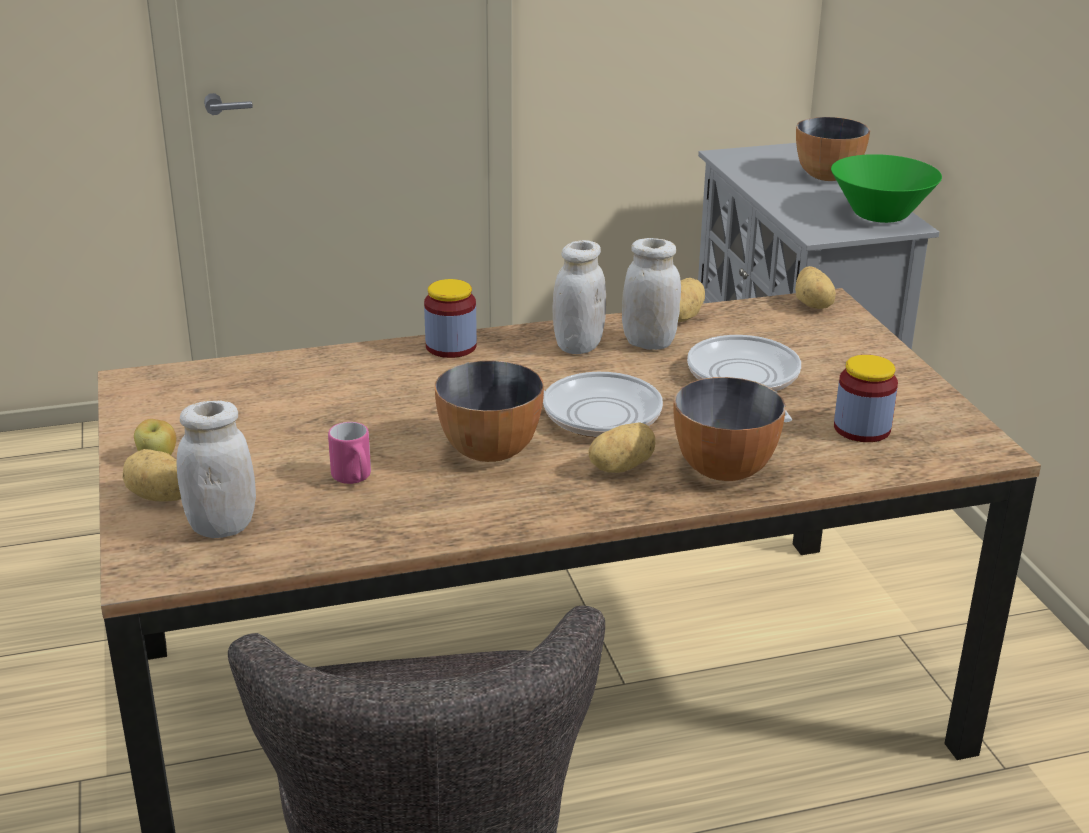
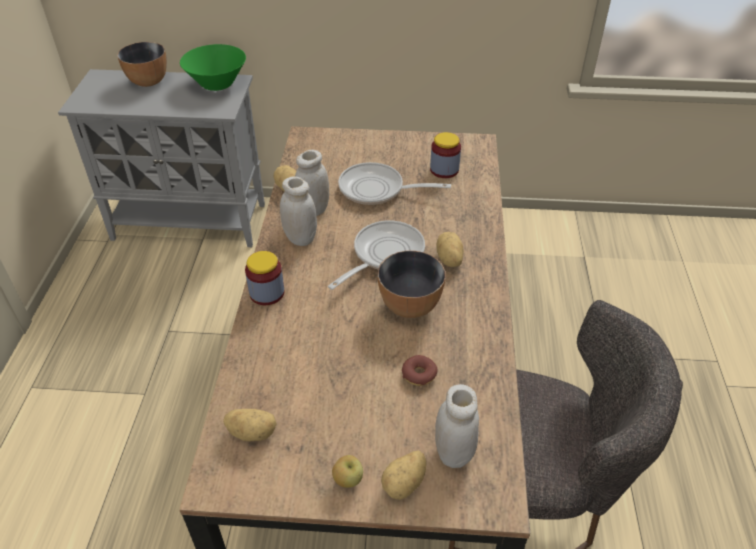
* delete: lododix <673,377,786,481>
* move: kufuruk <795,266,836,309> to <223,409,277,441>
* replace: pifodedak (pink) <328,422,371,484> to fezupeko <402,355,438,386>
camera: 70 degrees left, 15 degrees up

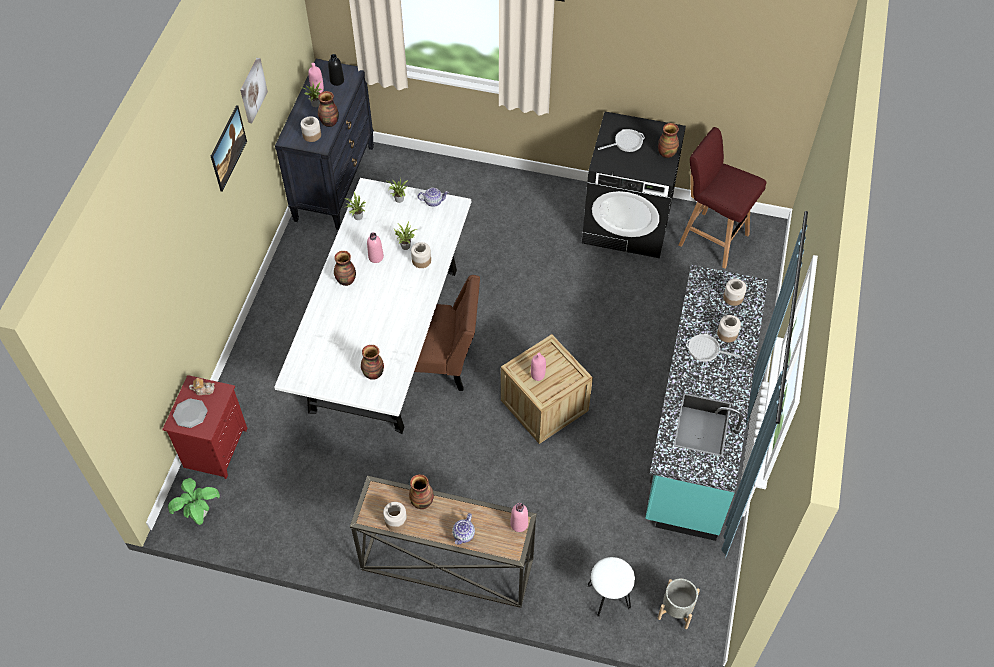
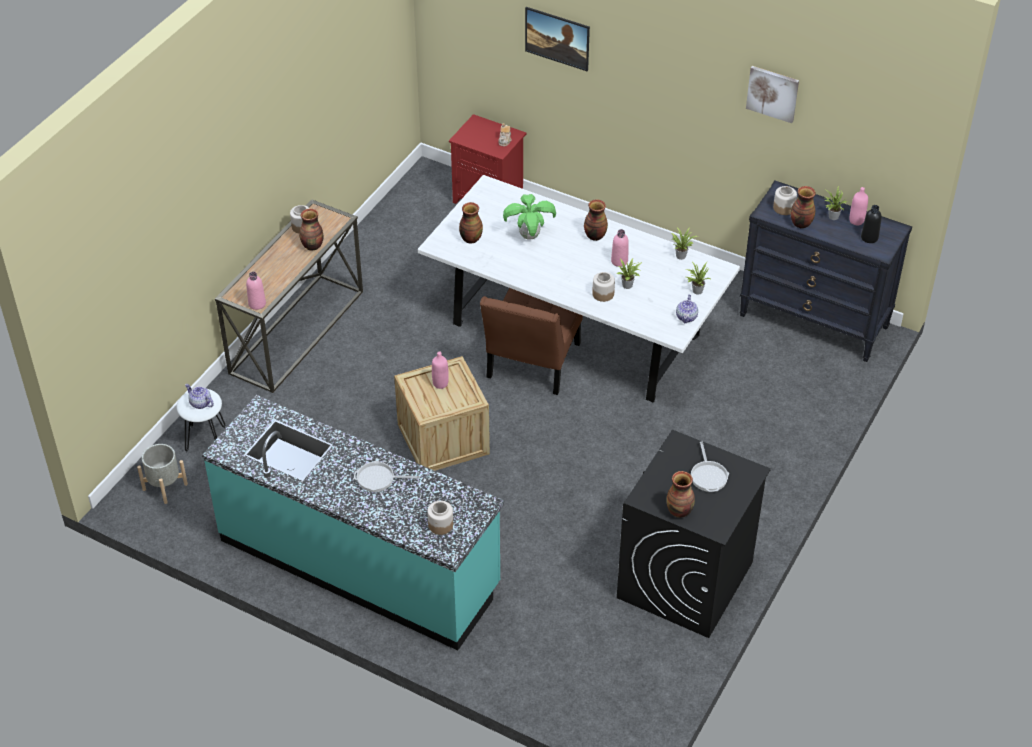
* delete: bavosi <173,398,208,428>
* delete: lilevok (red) <679,127,766,269>
* delete: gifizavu <717,315,741,342>
* move: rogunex <168,478,220,525> to <503,194,556,240>
* move: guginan <211,105,247,192> to <525,7,590,71>
* move: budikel <452,513,475,545> to <185,384,214,409>
* rotate: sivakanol <686,334,741,362> = <354,461,420,492> 120 degrees counterclockwise
camera: 105 degrees right, 10 degrees down

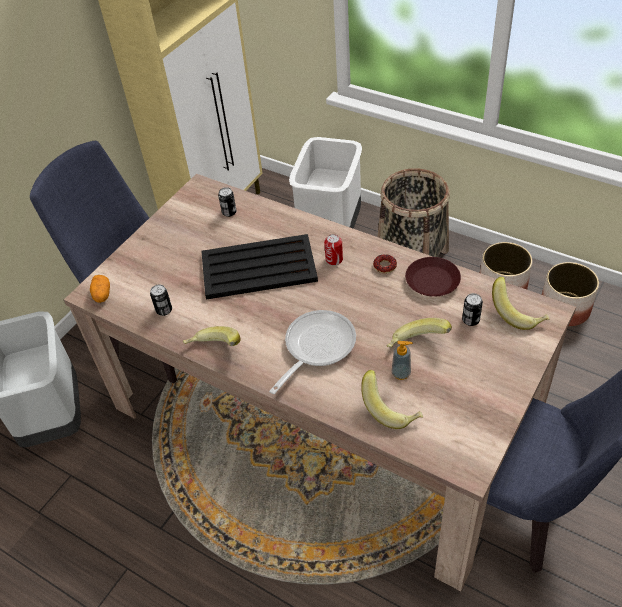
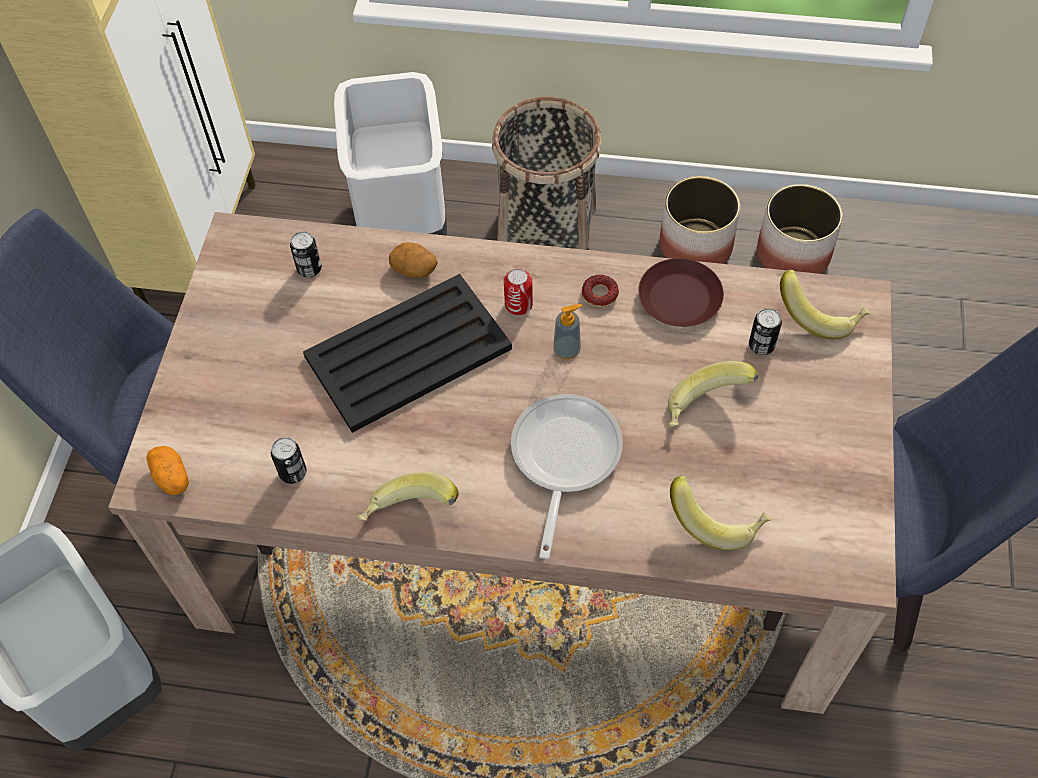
* insert: kufuruk <389,242,437,278>
* move: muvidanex <392,341,413,380> to <553,304,582,359>
camera: 25 degrees left, 10 degrees up

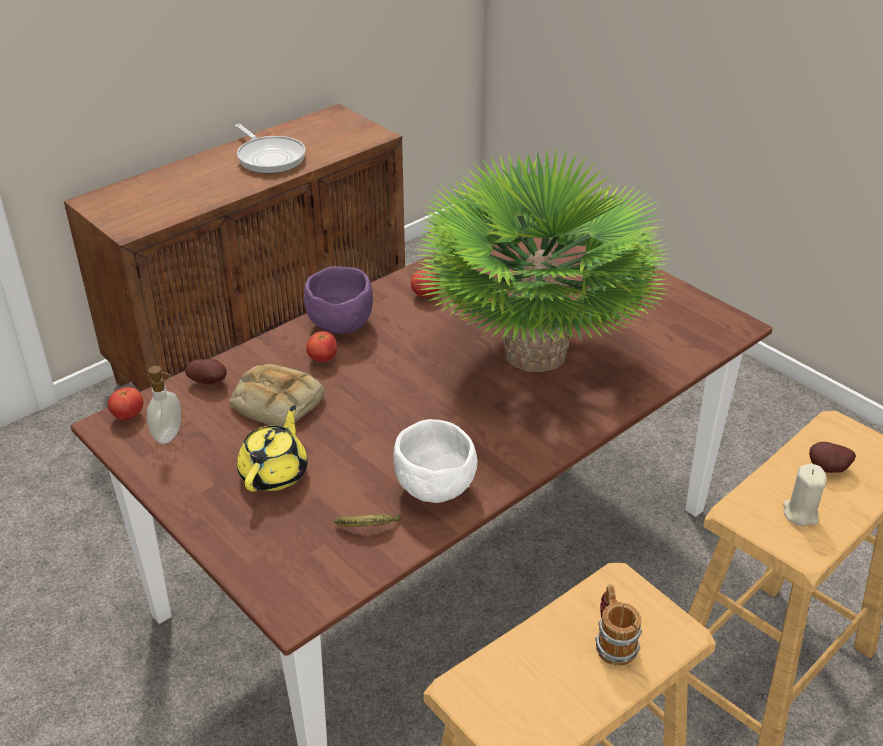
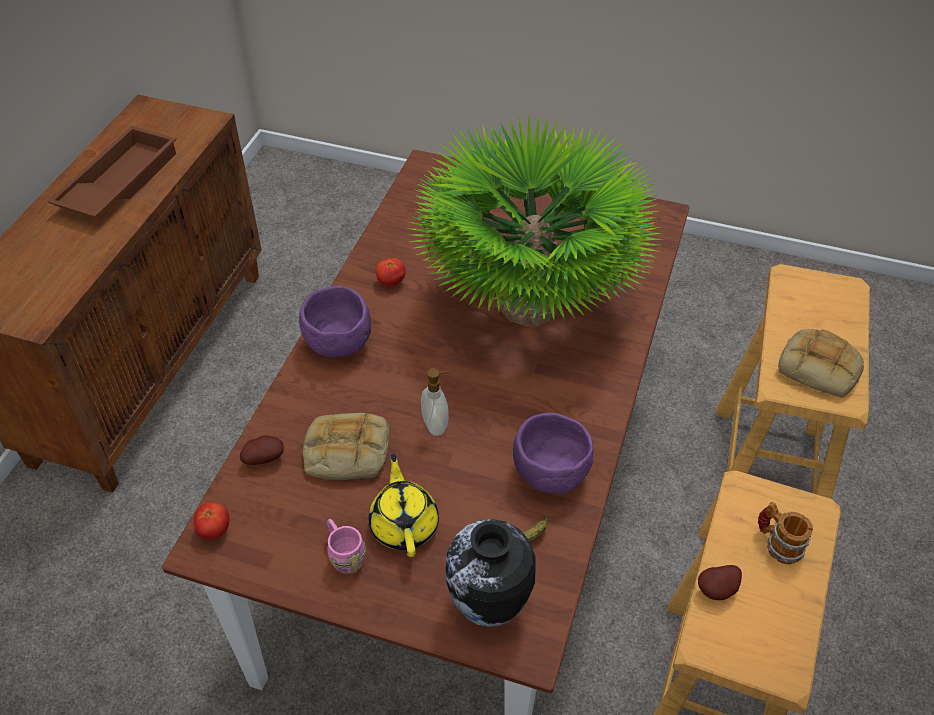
* delete: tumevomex <306,331,337,362>
* insert: pifodedak (pink) <327,519,366,574>
* insert: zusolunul <445,519,536,627>
* move: muvidanex <147,366,181,444> to <421,368,449,436>
* move: kufuruk <809,442,856,473> to <698,565,742,600>
* replace: sivakanol <235,124,305,173> to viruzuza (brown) <48,126,177,218>
* replace: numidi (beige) <783,464,827,526> to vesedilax <778,329,864,398>
* recolor: lododix (white) <393,419,478,503> to lododix (purple) <513,413,593,493>
camera: 30 degrees left, 10 degrees up

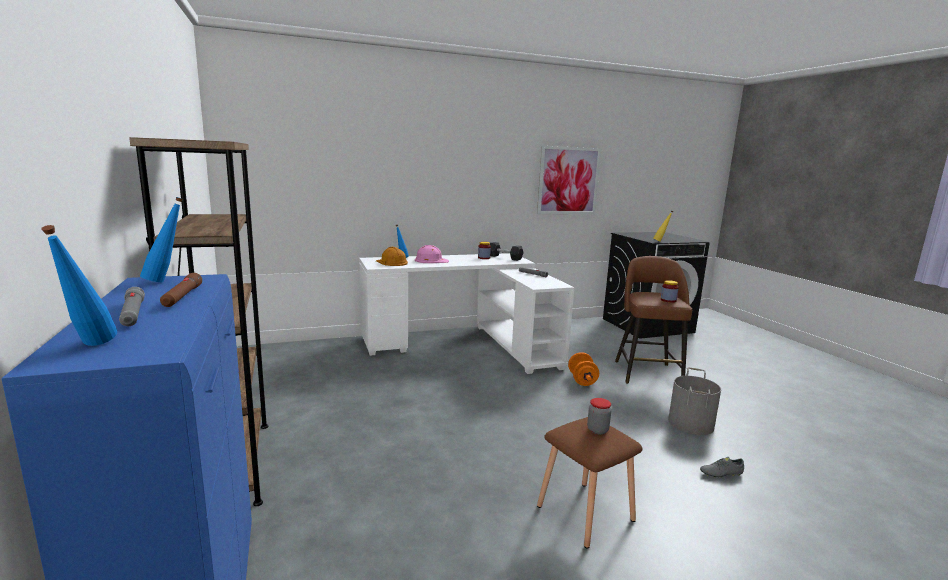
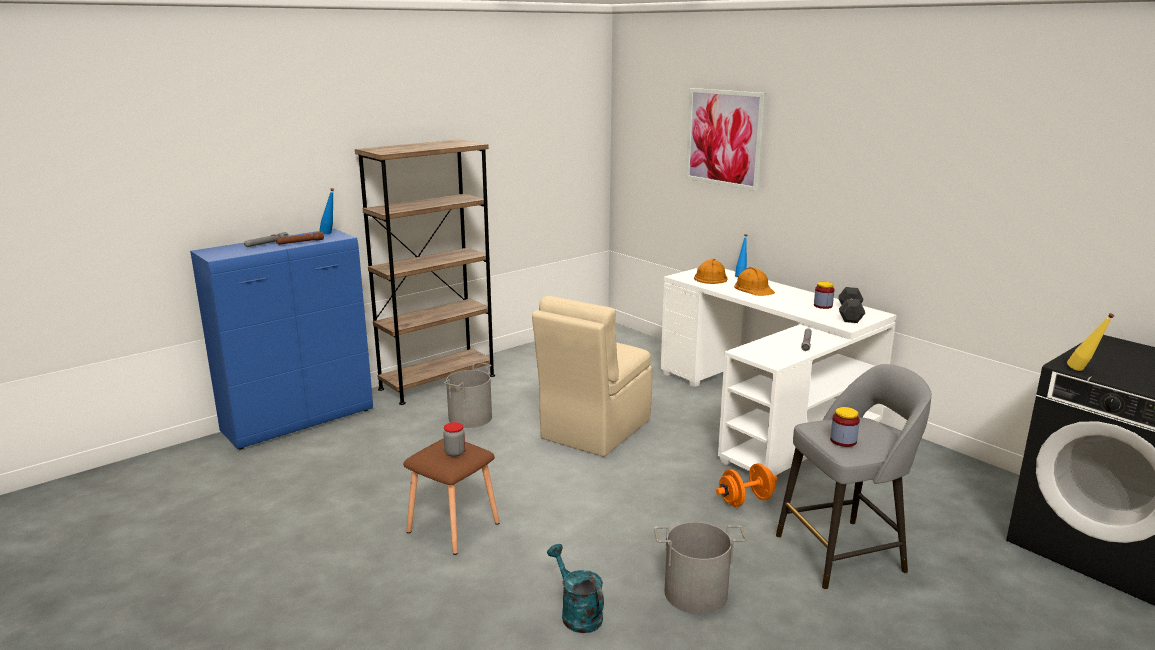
* delete: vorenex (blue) <41,225,117,346>
* insert: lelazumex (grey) <444,362,492,428>
* insert: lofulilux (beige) <532,296,652,457>
* move: guginan <537,146,601,214> to <686,88,765,191>
* replace: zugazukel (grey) <700,457,744,478> to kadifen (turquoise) <547,544,604,633>
* recolor: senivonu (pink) <415,245,449,263> to senivonu (orange) <734,267,775,296>
* recolor: lilevok (brown) <615,256,692,384> to lilevok (grey) <776,364,932,589>
camera: 70 degrees right, 5 degrees up

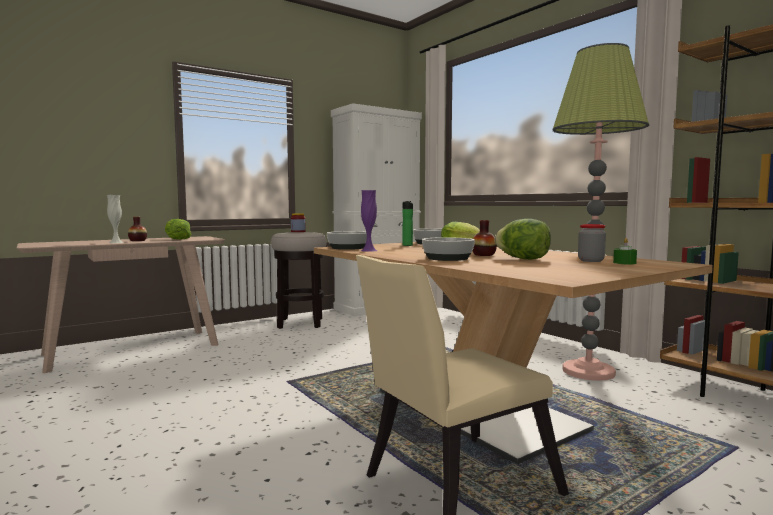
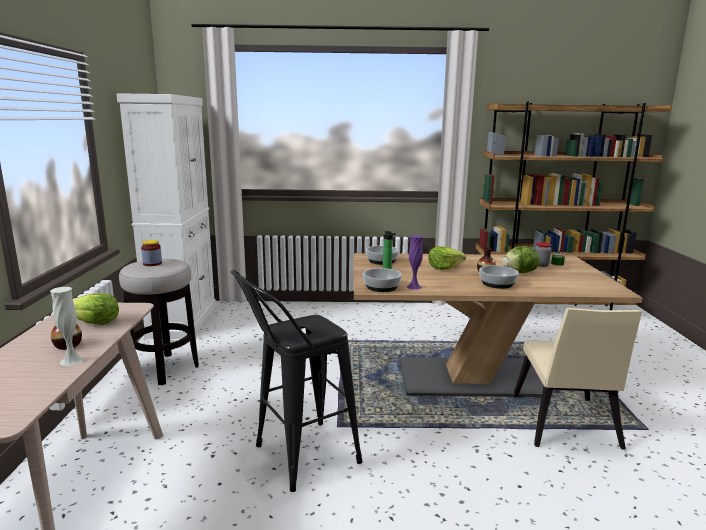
* delete: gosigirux <553,43,649,381>
* insert: lilevok (black) <231,270,362,492>
camera: 55 degrees left, 10 degrees up

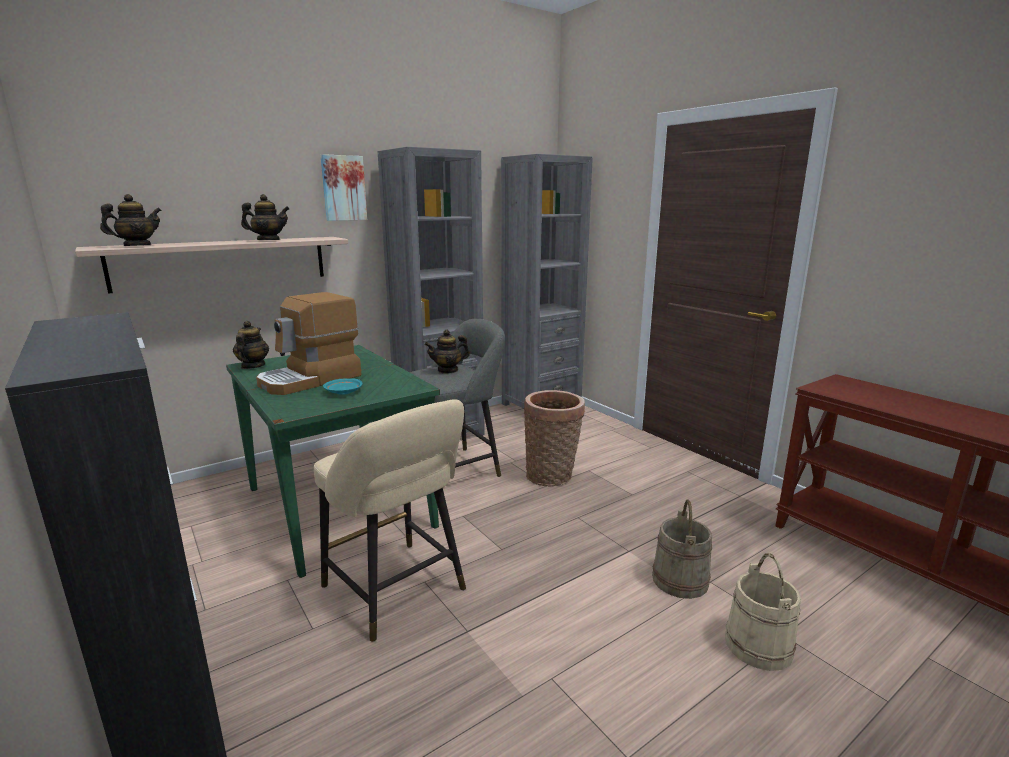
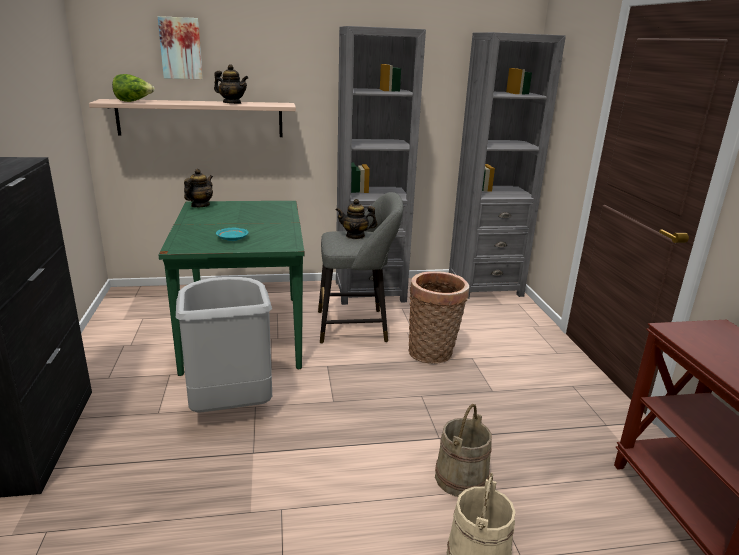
* delete: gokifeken <256,292,362,395>
* move: guginan <320,154,367,221> to <158,16,203,79>
* replace: budikel <100,194,162,246> to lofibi <112,74,155,102>
* replace: lilevok (beige) <314,399,466,642> to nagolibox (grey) <176,277,272,413>
camera: 25 degrees right, 5 degrees up

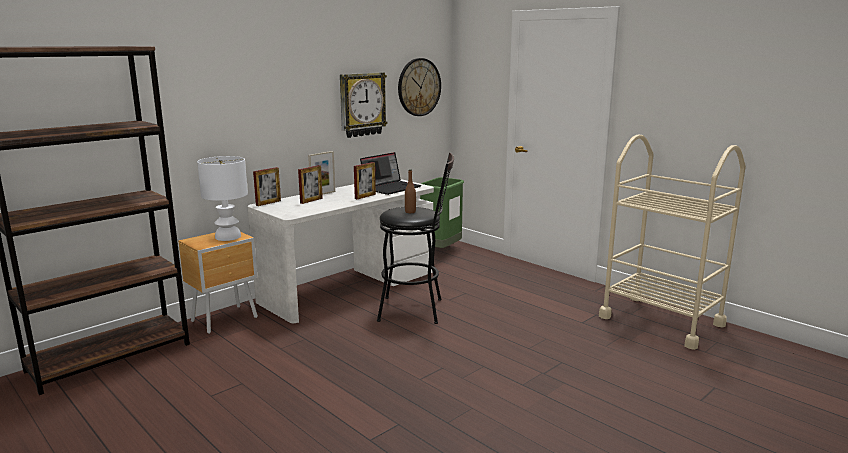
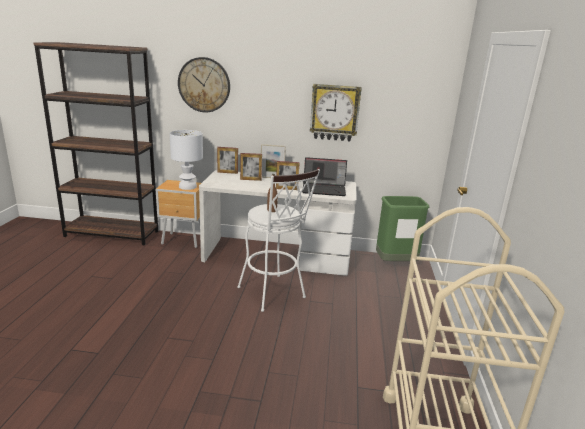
* move: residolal <398,58,441,116> to <178,57,230,112>
* recolor: lilevok (black) <377,152,454,324> to lilevok (white) <237,169,320,312>
camera: 50 degrees right, 5 degrees up

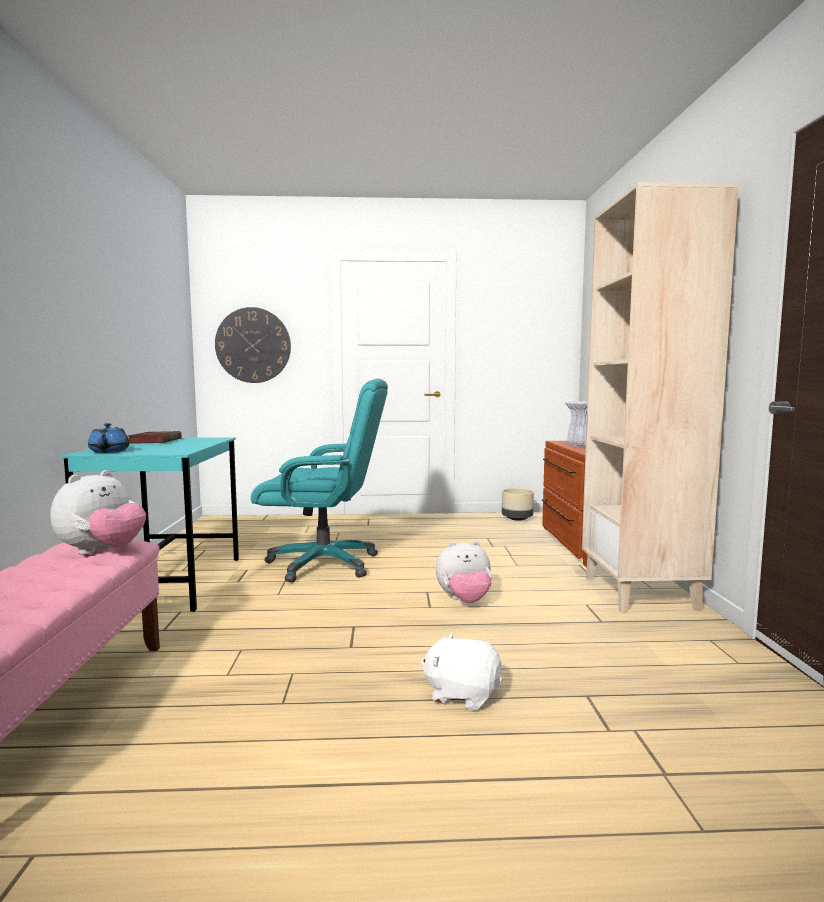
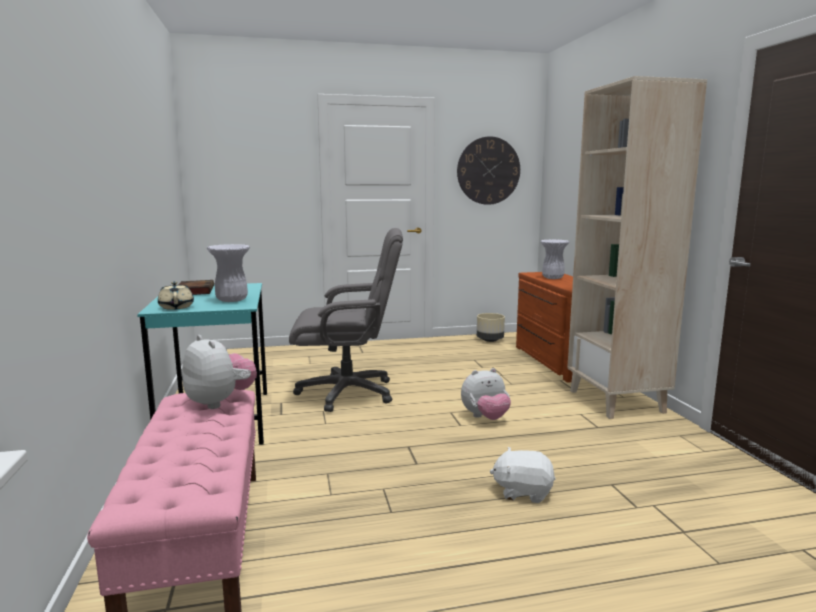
* insert: zusolunul (white) <207,244,250,302>
* move: residolal <215,307,291,383> to <457,136,520,205>
* recolor: budikel (blue) <88,423,129,453> to budikel (beige) <158,281,194,310>
* recolor: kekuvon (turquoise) <251,378,388,583> to kekuvon (grey) <289,228,403,412>
* rotate: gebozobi <51,470,146,555> = <182,335,257,409> 60 degrees counterclockwise
camera: 10 degrees left, 5 degrees up

